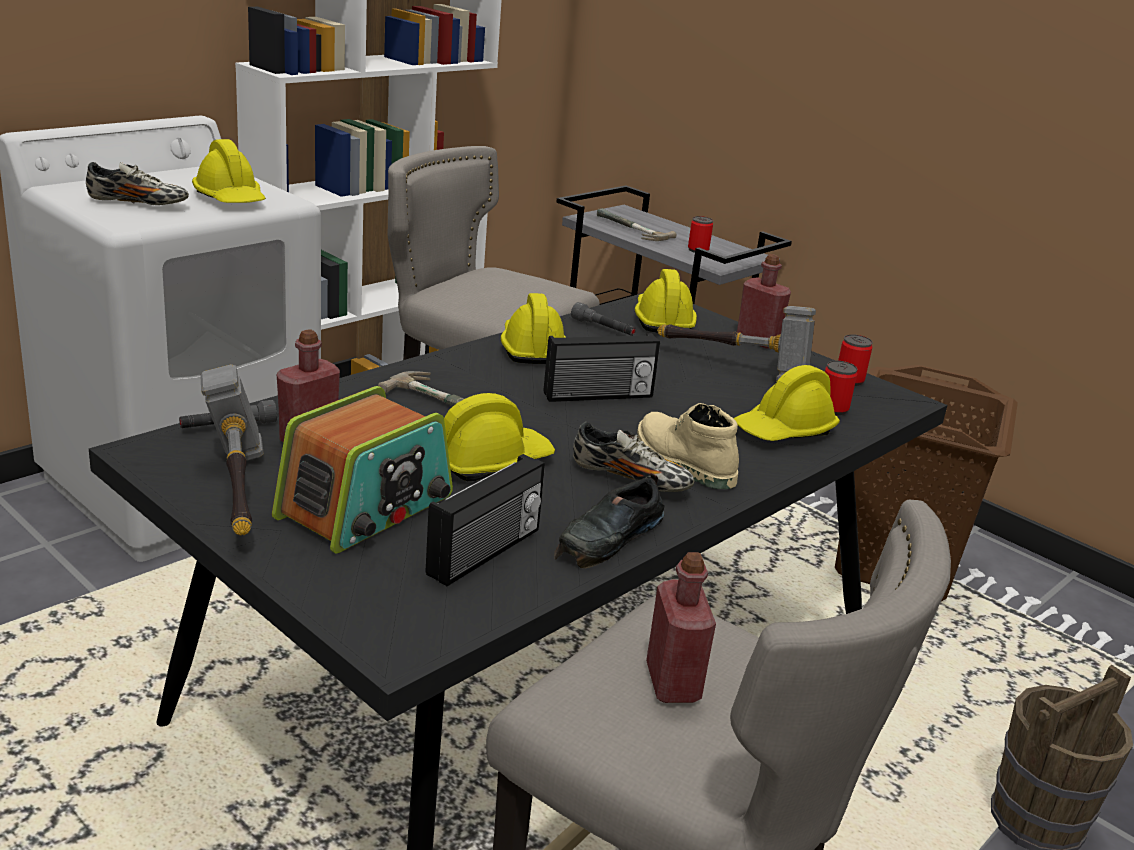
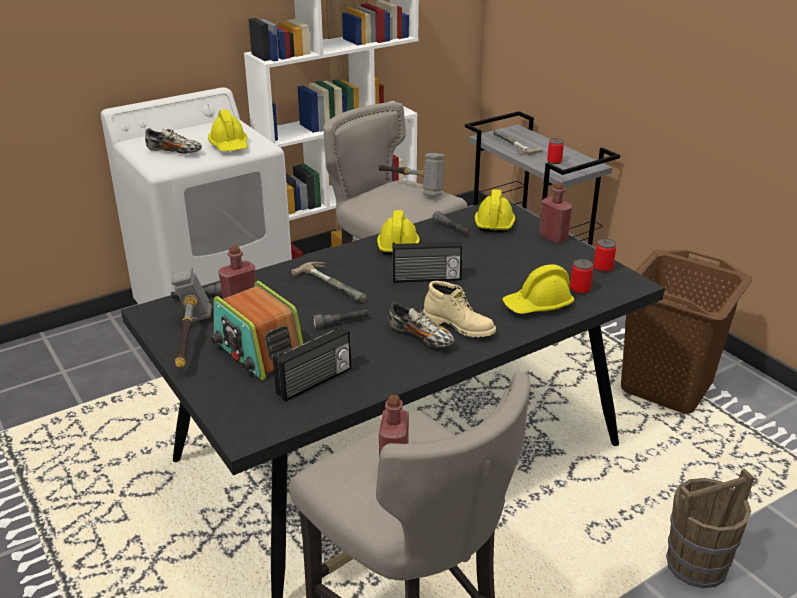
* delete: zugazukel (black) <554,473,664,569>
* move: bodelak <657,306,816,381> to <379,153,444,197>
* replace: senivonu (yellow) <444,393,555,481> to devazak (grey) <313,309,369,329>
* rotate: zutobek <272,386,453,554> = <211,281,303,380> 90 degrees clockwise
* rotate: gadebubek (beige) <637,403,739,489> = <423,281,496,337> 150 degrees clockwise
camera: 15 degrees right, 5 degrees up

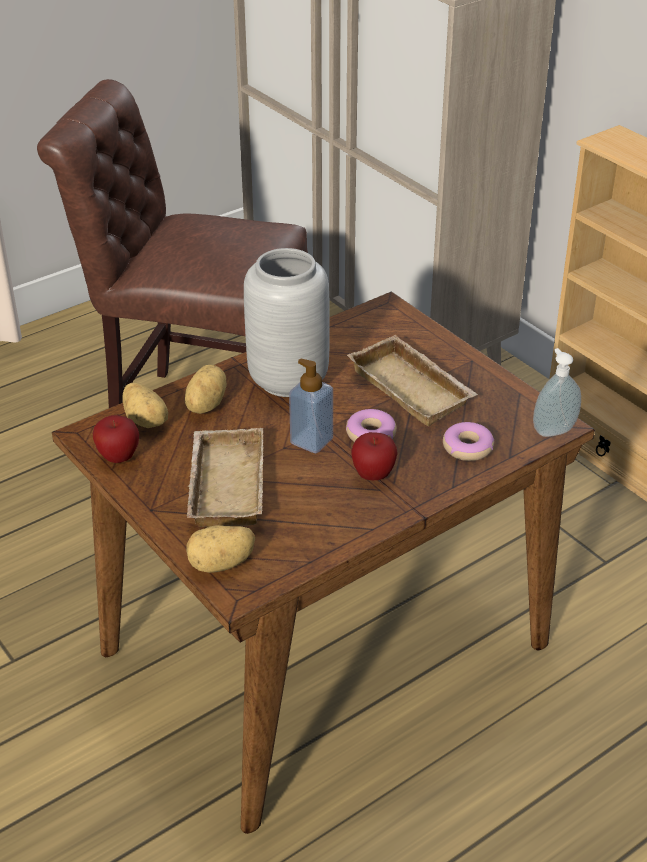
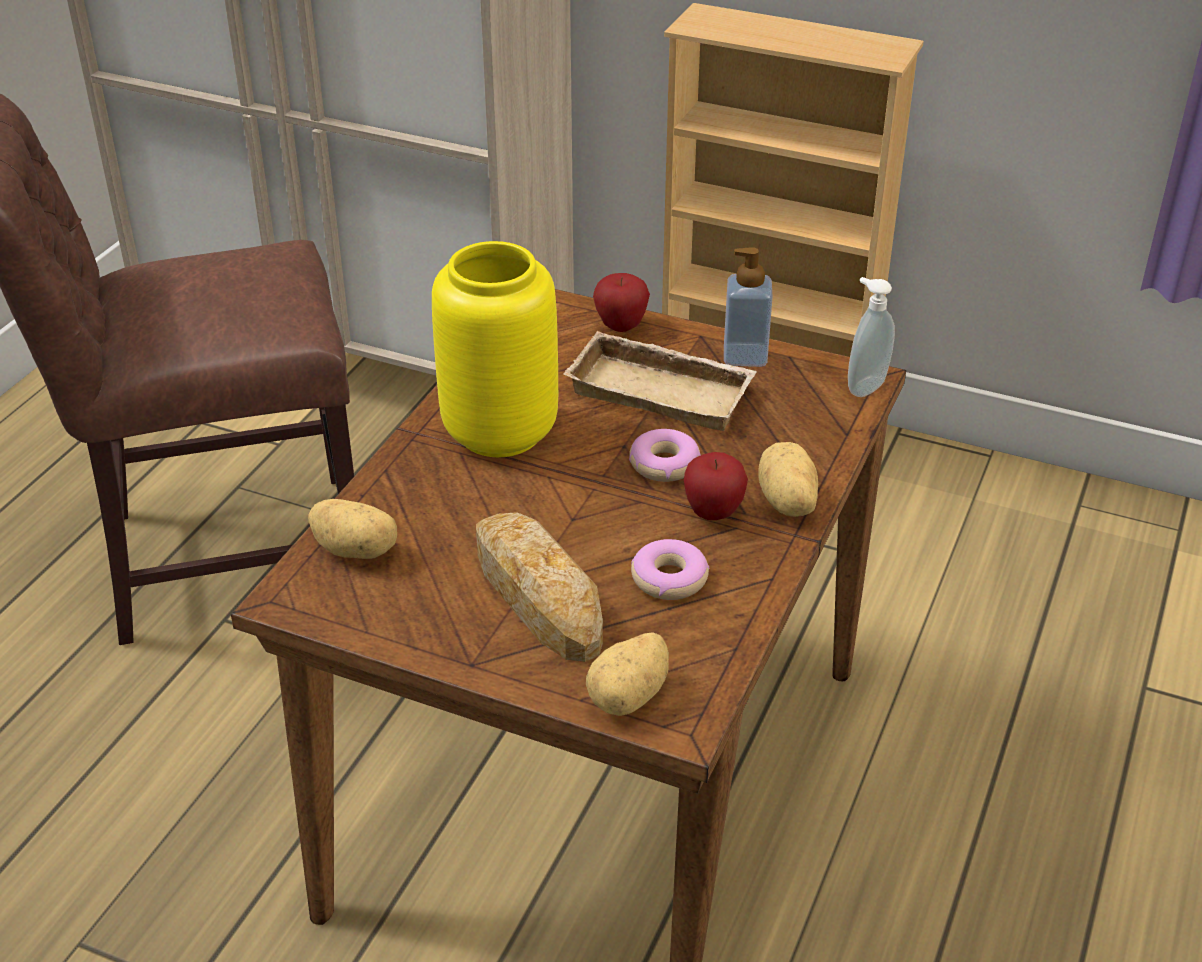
* move: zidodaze <93,415,139,463> to <593,273,650,332>
* move: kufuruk <185,365,227,414> to <758,442,818,517>
* move: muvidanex <289,359,333,453> to <724,247,773,367>
* move: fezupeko <443,422,494,461> to <631,539,709,600>
* replace: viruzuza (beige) <187,428,264,527> to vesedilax <476,512,603,662>
* recolor: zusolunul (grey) <244,248,330,397> to zusolunul (yellow) <432,241,558,457>
camera: 30 degrees left, 0 degrees up

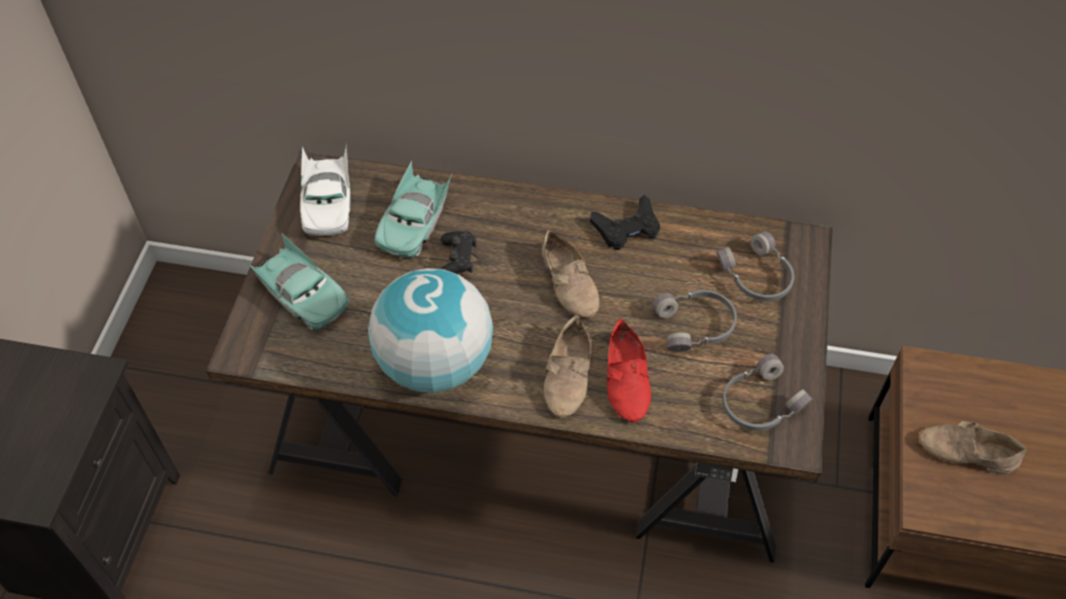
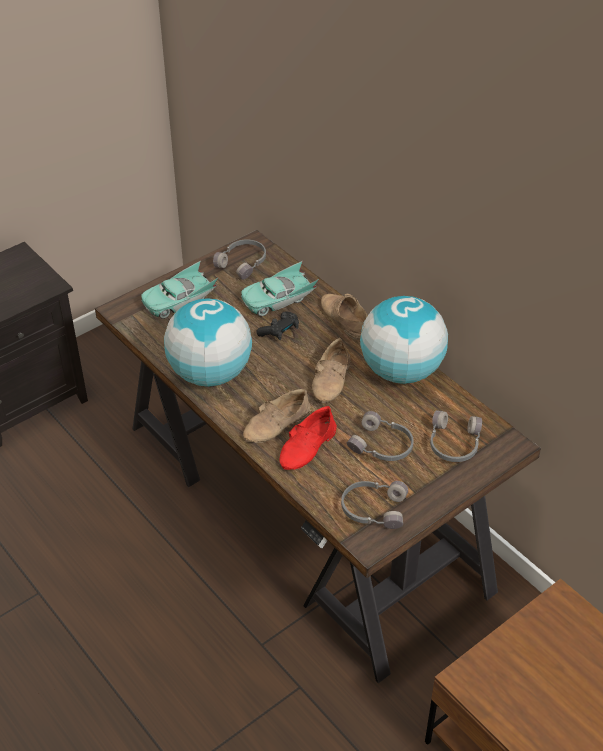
* move: zugazukel (beige) <918,421,1026,475> to <321,294,368,340>
* replace: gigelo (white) <300,143,350,236> to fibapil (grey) <213,239,266,280>
* replace: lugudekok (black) <590,195,660,250> to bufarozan <360,296,448,384>
* rotate: gigelo (turquoise) <244,233,349,330> = <141,261,219,319> 60 degrees clockwise
camera: 40 degrees right, 10 degrees down

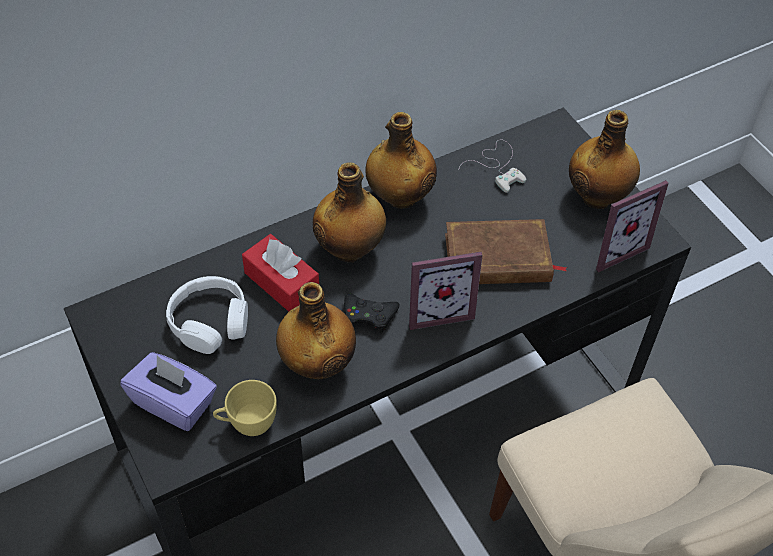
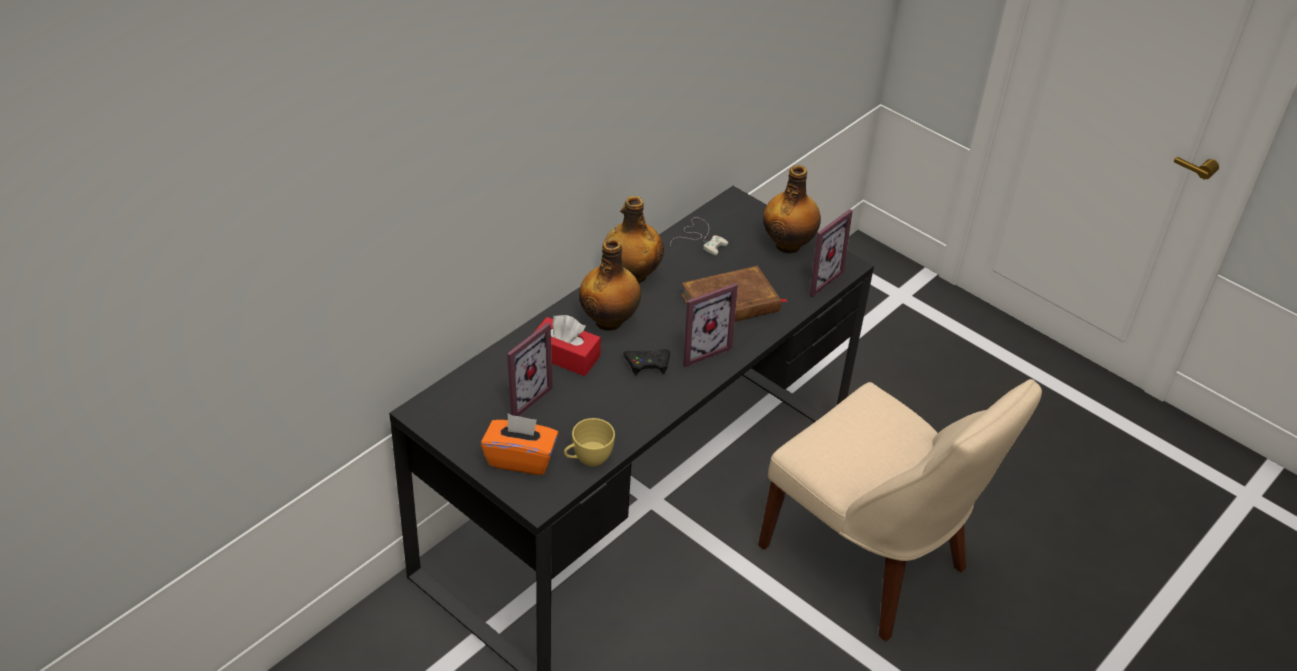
* delete: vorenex <276,282,356,380>
* replace: fibapil (white) <166,276,248,354> to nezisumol <507,322,553,416>
* recolor: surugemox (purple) <120,352,217,432> to surugemox (orange) <481,414,558,475>
camera: 20 degrees left, 10 degrees down

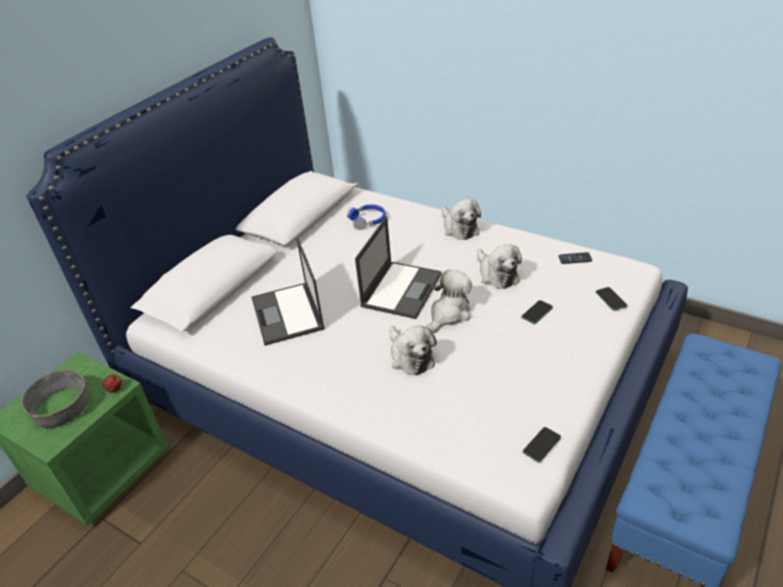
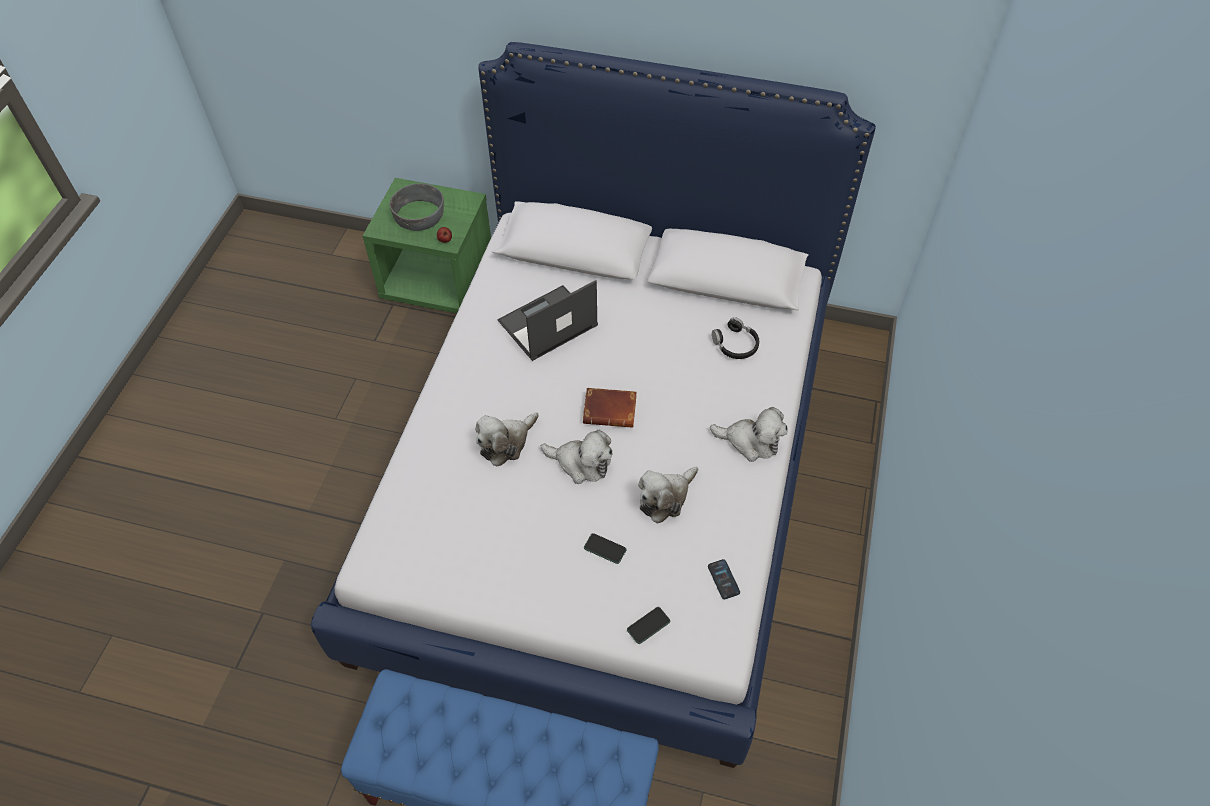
* delete: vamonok <523,427,561,462>
* replace: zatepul <355,216,442,319> to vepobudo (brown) <583,388,636,428>
* recolor: fibapil (blue) <347,204,386,230> to fibapil (black) <712,317,759,359>
* rotate: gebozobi <442,199,481,240> = <710,407,788,462> 120 degrees counterclockwise
camera: 70 degrees right, 15 degrees up

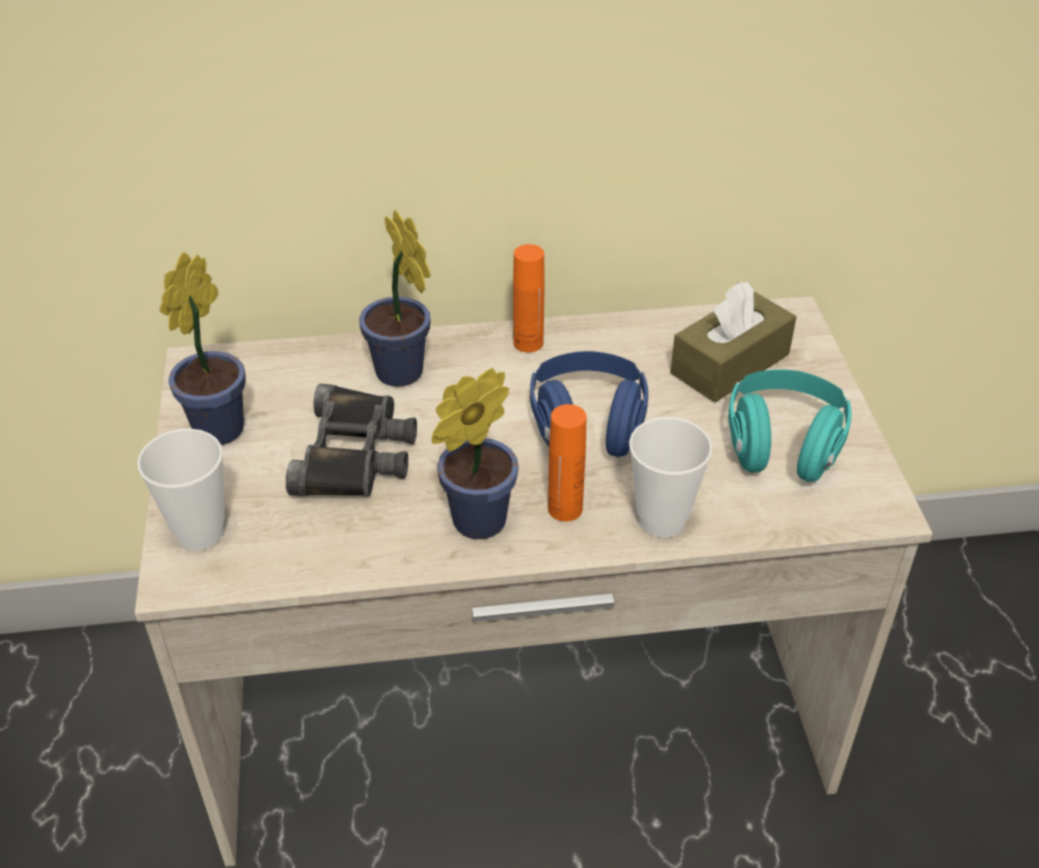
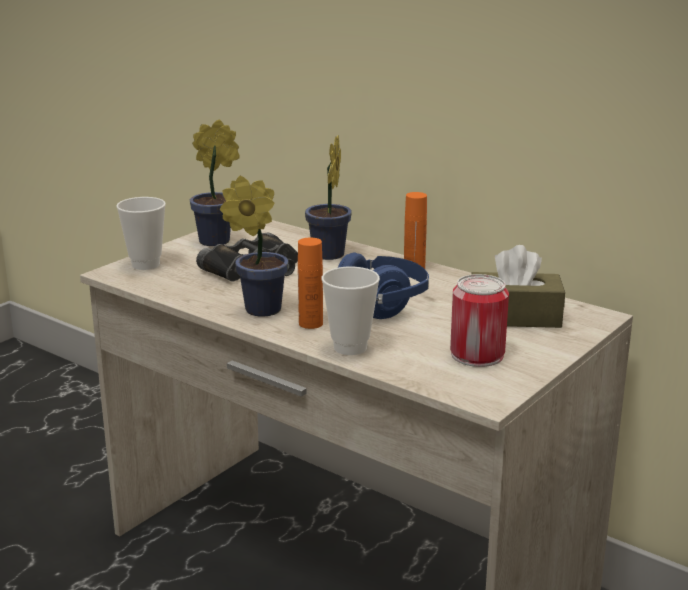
* replace: fibapil (turquoise) <728,369,852,482> to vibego <450,274,509,367>
camera: 45 degrees right, 20 degrees down

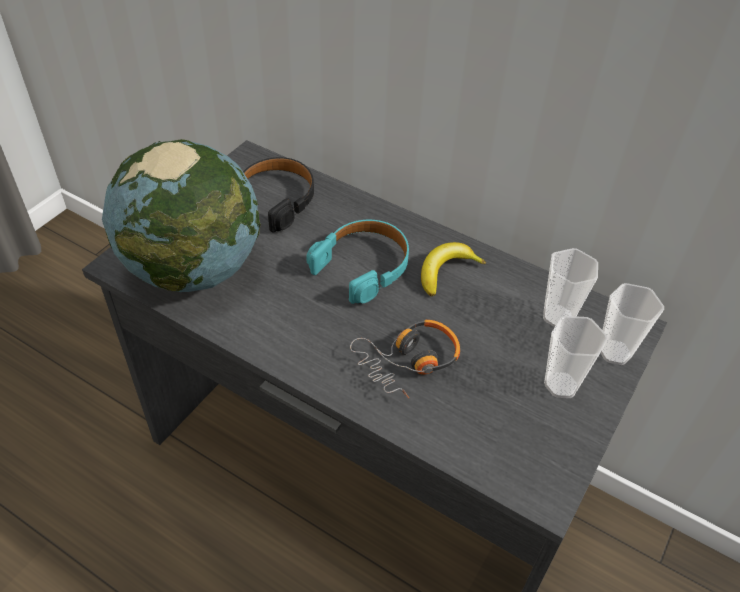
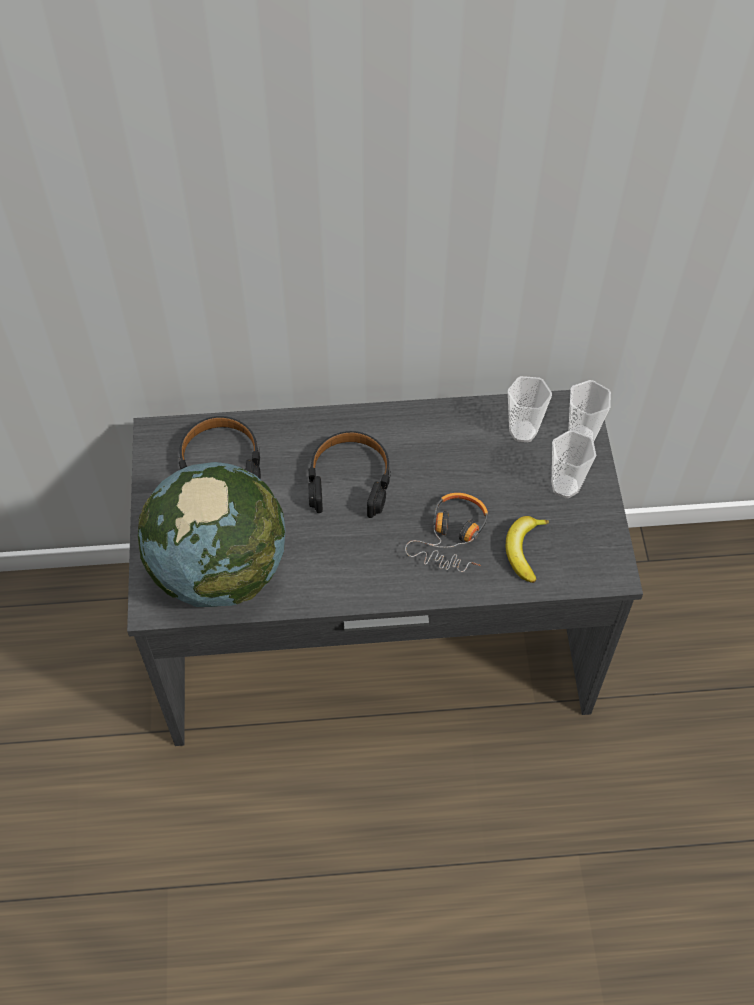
* move: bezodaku <421,242,486,296> to <506,516,549,583>
* recolor: fibapil (turquoise) <306,220,409,304> to fibapil (black) <308,431,391,518>
camera: 35 degrees left, 10 degrees up

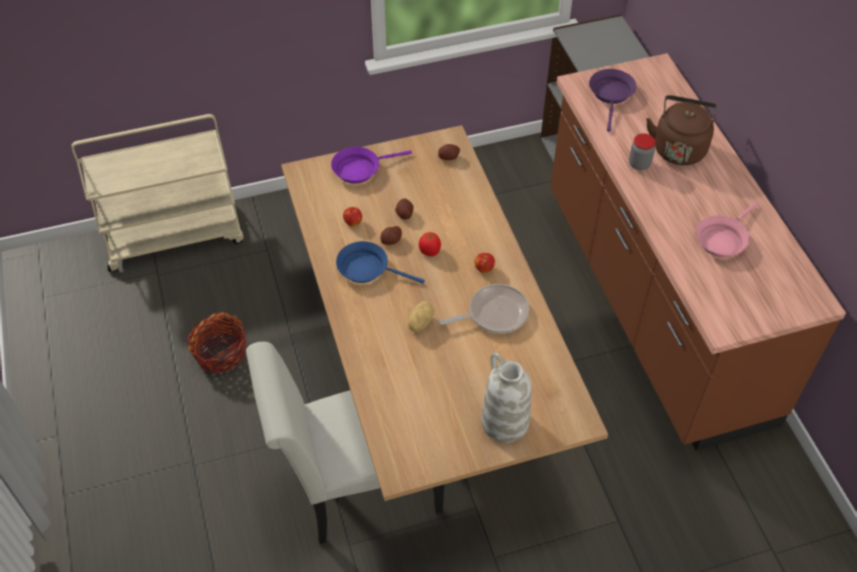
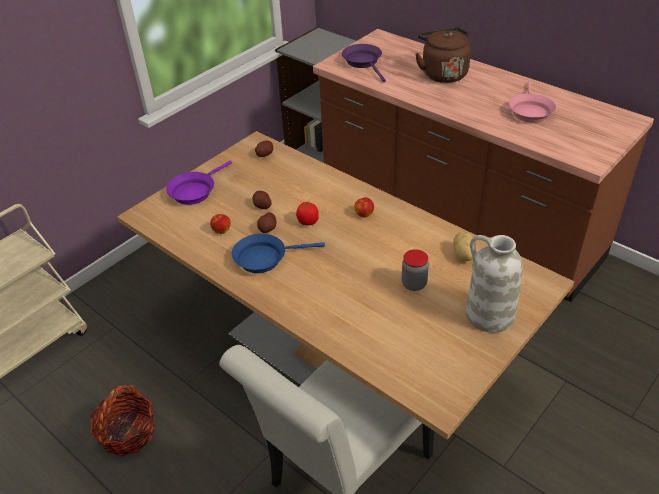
* delete: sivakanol <439,284,529,334>
* move: kufuruk <408,301,434,332> to <453,232,476,261>
* move: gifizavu <629,133,656,170> to <402,249,429,291>
camera: 30 degrees left, 10 degrees down

